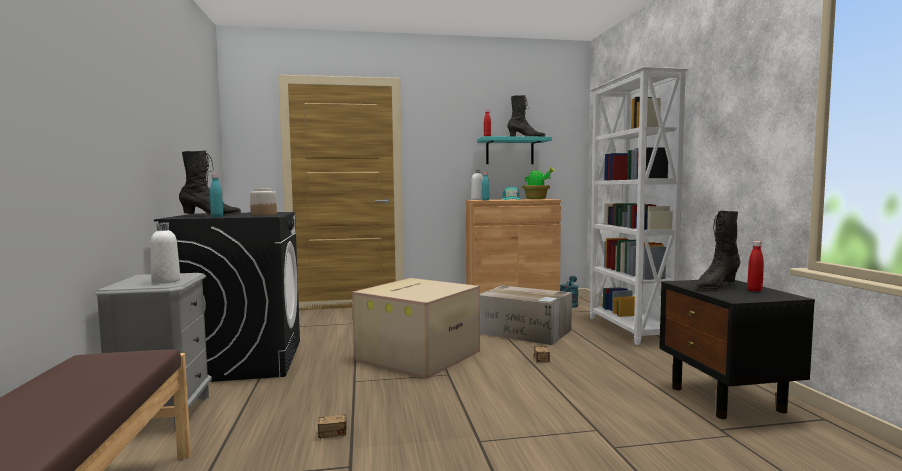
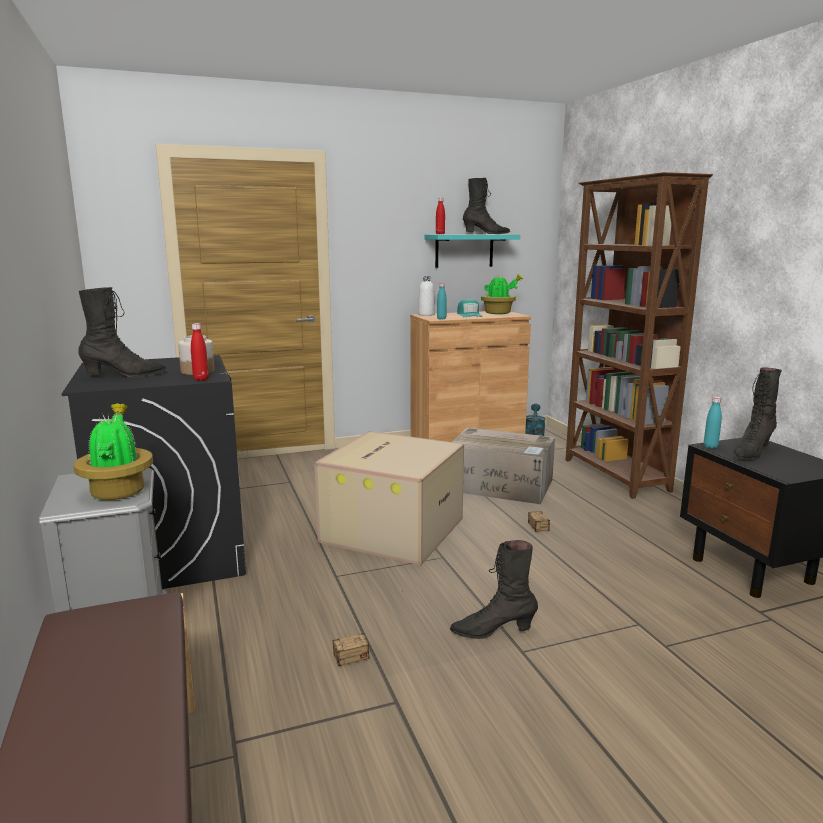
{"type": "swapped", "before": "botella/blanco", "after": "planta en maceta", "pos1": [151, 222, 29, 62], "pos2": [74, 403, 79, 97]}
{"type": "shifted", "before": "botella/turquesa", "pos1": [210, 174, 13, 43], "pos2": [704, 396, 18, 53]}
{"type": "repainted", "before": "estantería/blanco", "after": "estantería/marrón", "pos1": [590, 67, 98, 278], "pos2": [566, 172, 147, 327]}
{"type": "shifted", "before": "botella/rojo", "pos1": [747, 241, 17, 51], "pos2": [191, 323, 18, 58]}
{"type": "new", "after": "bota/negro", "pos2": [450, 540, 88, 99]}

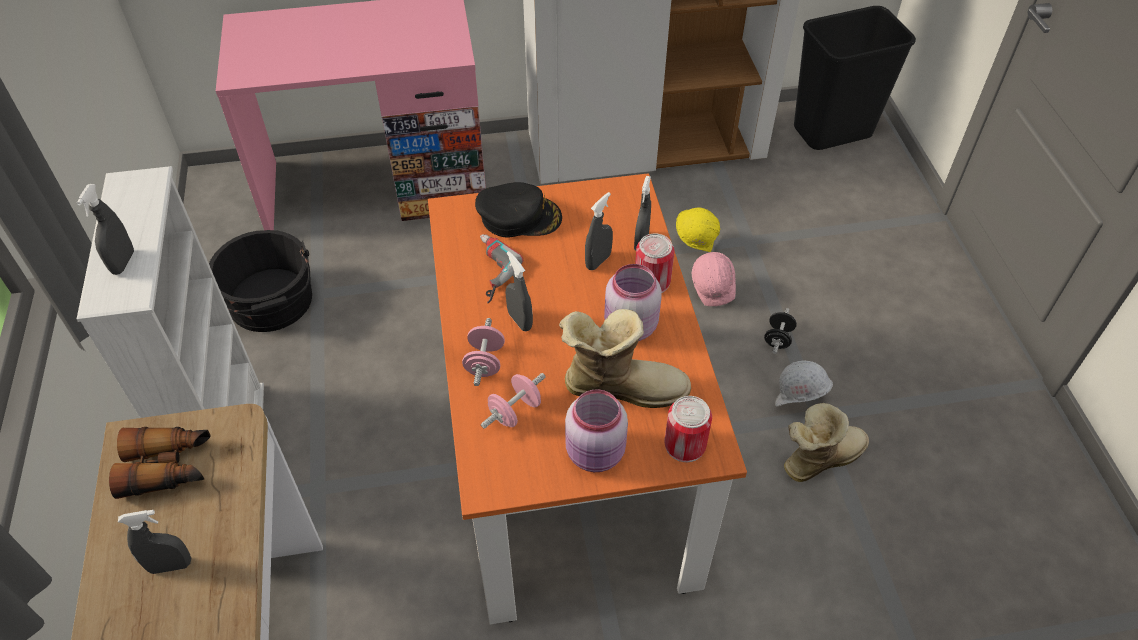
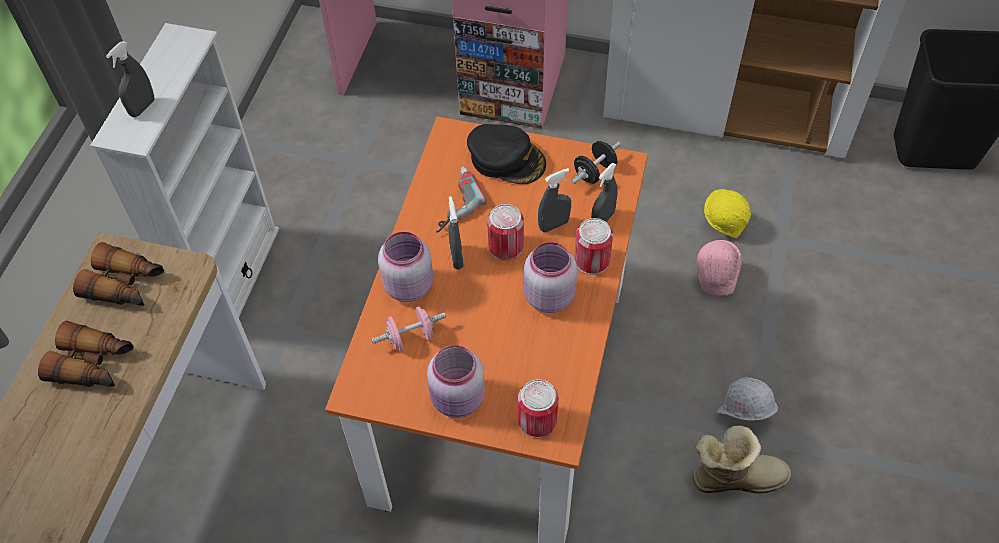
{"type": "swapped", "before": "pulverizador/gris", "after": "prismáticos", "pos1": [118, 510, 73, 64], "pos2": [38, 321, 96, 66]}
{"type": "gone", "before": "cubo/negro", "pos1": [209, 230, 103, 102]}
{"type": "swapped", "before": "mancuerna/rosa", "after": "tarro/rosa", "pos1": [462, 318, 43, 68], "pos2": [378, 232, 55, 70]}
{"type": "gone", "before": "bota", "pos1": [559, 309, 132, 99]}
{"type": "shifted", "before": "mancuerna/negro", "pos1": [764, 308, 33, 46], "pos2": [571, 141, 50, 43]}
{"type": "new", "after": "lata", "pos2": [487, 204, 37, 57]}

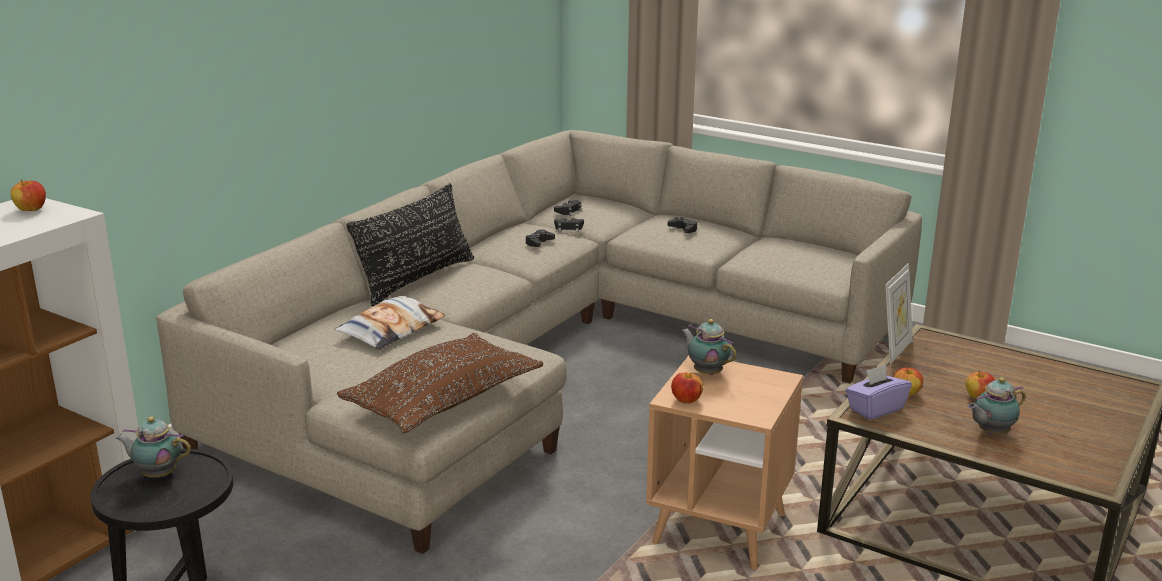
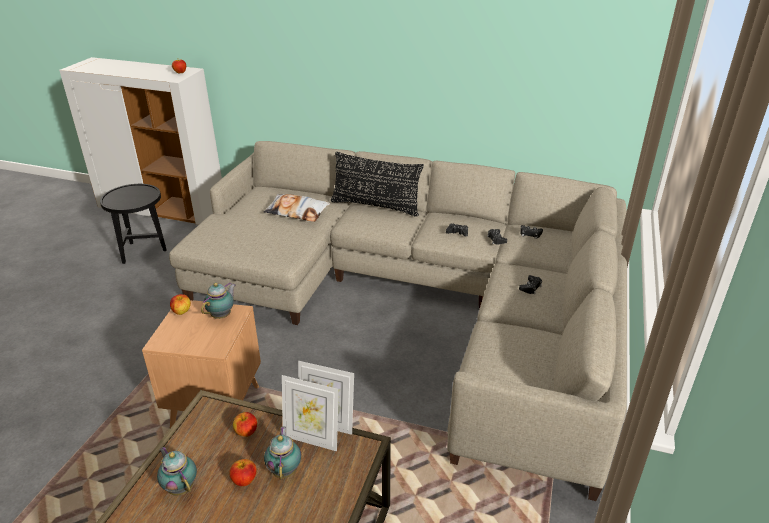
{"type": "shifted", "before": "tetera", "pos1": [116, 417, 75, 61], "pos2": [264, 427, 37, 53]}
{"type": "gone", "before": "cojín/marrón", "pos1": [337, 333, 206, 100]}
{"type": "gone", "before": "caja de pañuelos/morado", "pos1": [846, 365, 66, 55]}
{"type": "new", "after": "portarretratos", "pos2": [282, 375, 57, 76]}

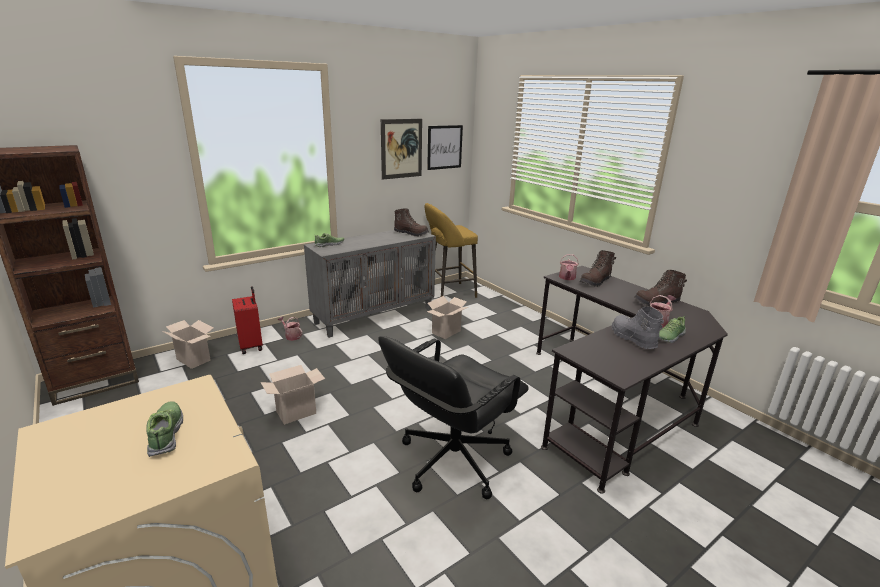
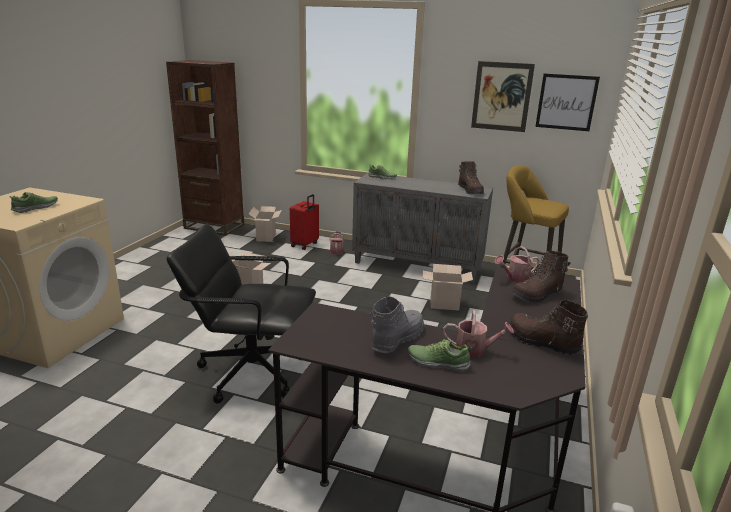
{"type": "rotated", "before": "bota/marrón", "pos1": [580, 250, 36, 37], "pos2": [511, 251, 59, 53], "turn": -45}

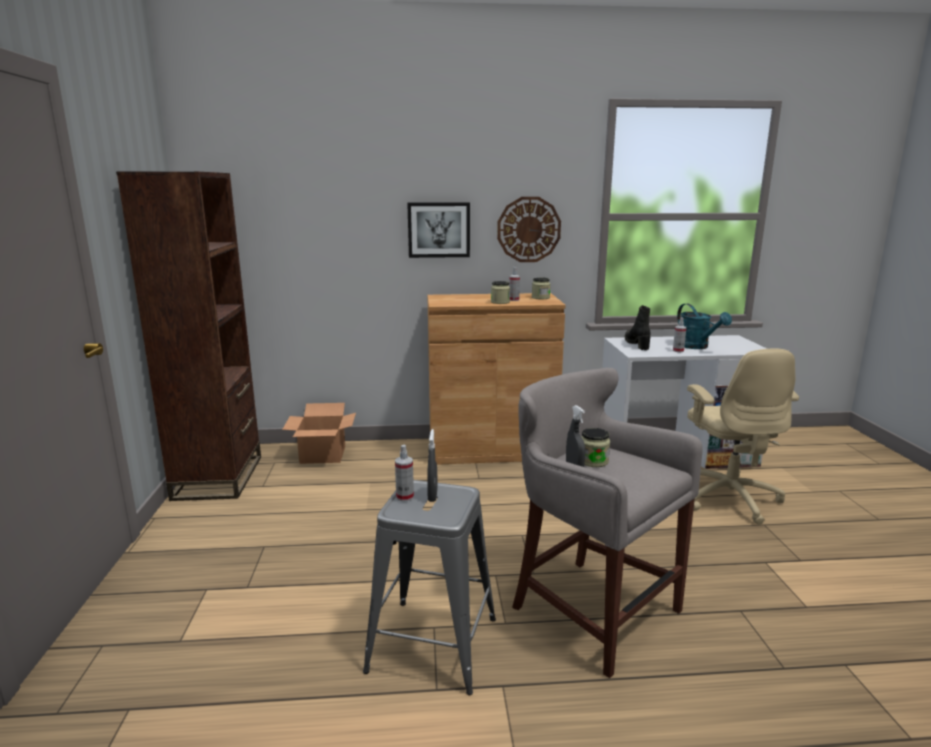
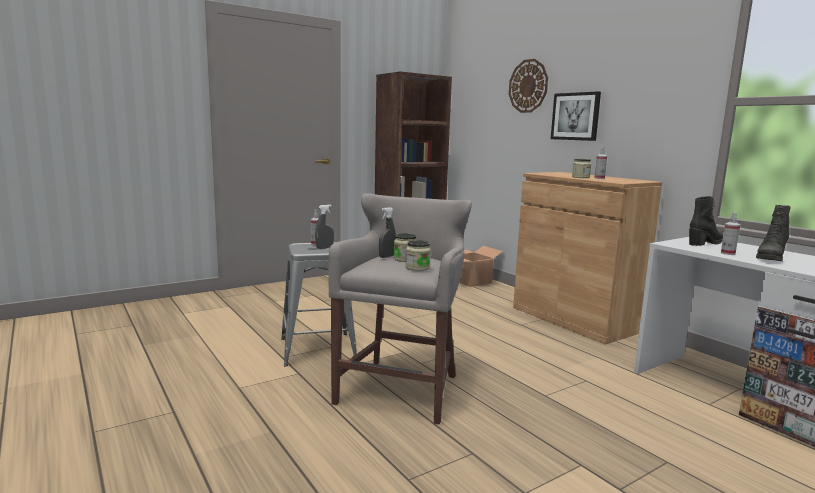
{"type": "shifted", "before": "reloj de pared", "pos1": [497, 197, 64, 65], "pos2": [509, 59, 39, 54]}
{"type": "shifted", "before": "tarro", "pos1": [532, 277, 18, 22], "pos2": [406, 240, 25, 31]}
{"type": "swapped", "before": "regadera/turquesa", "after": "bota/negro", "pos1": [677, 304, 55, 45], "pos2": [756, 205, 35, 56]}
{"type": "gone", "before": "silla de oficina/beis", "pos1": [687, 349, 112, 176]}

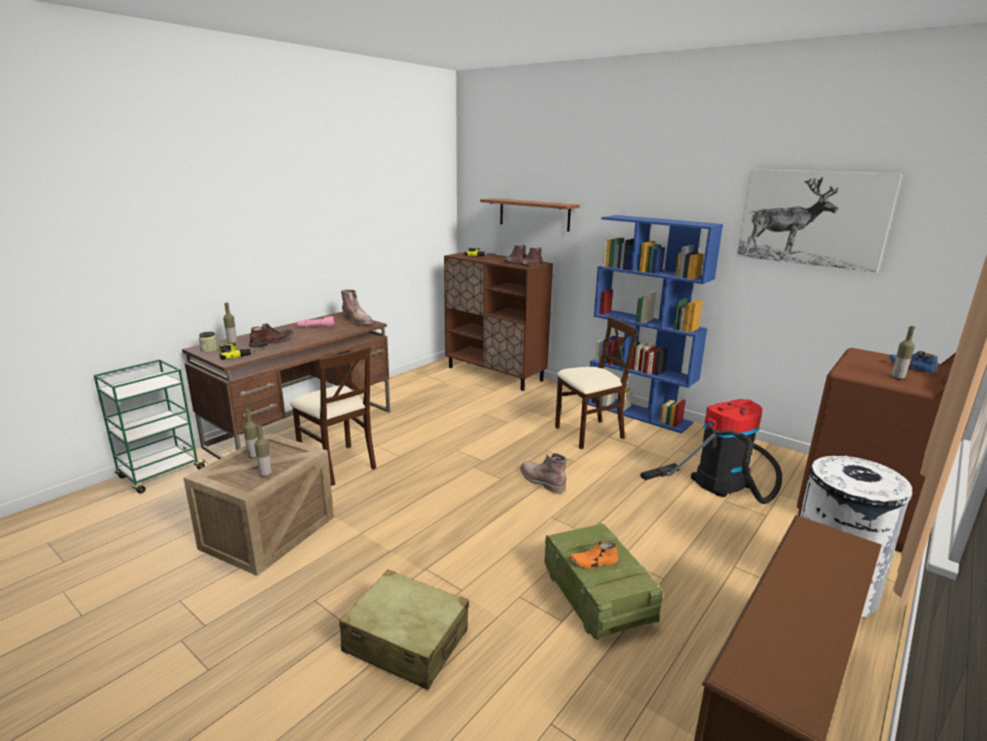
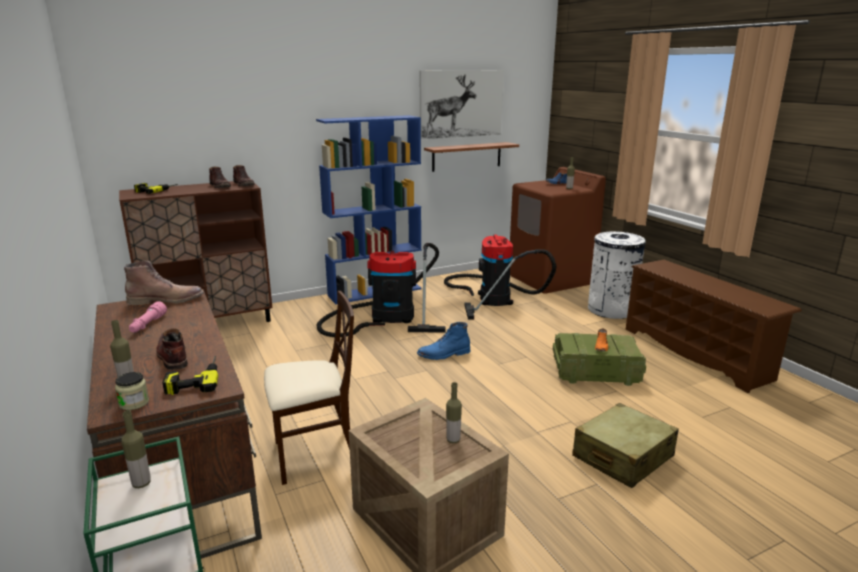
{"type": "shifted", "before": "botella", "pos1": [243, 408, 15, 51], "pos2": [121, 410, 30, 78]}
{"type": "shifted", "before": "estante", "pos1": [480, 198, 100, 34], "pos2": [424, 142, 95, 30]}
{"type": "repainted", "before": "bota/marrón", "after": "bota/azul", "pos1": [520, 453, 46, 40], "pos2": [417, 322, 53, 38]}
{"type": "swapped", "before": "silla/beis", "after": "aspiradora", "pos1": [555, 317, 83, 132], "pos2": [317, 243, 128, 94]}

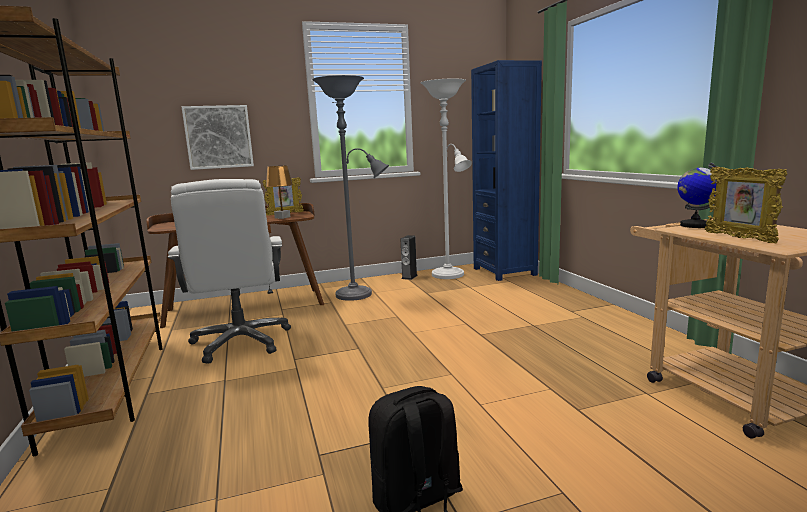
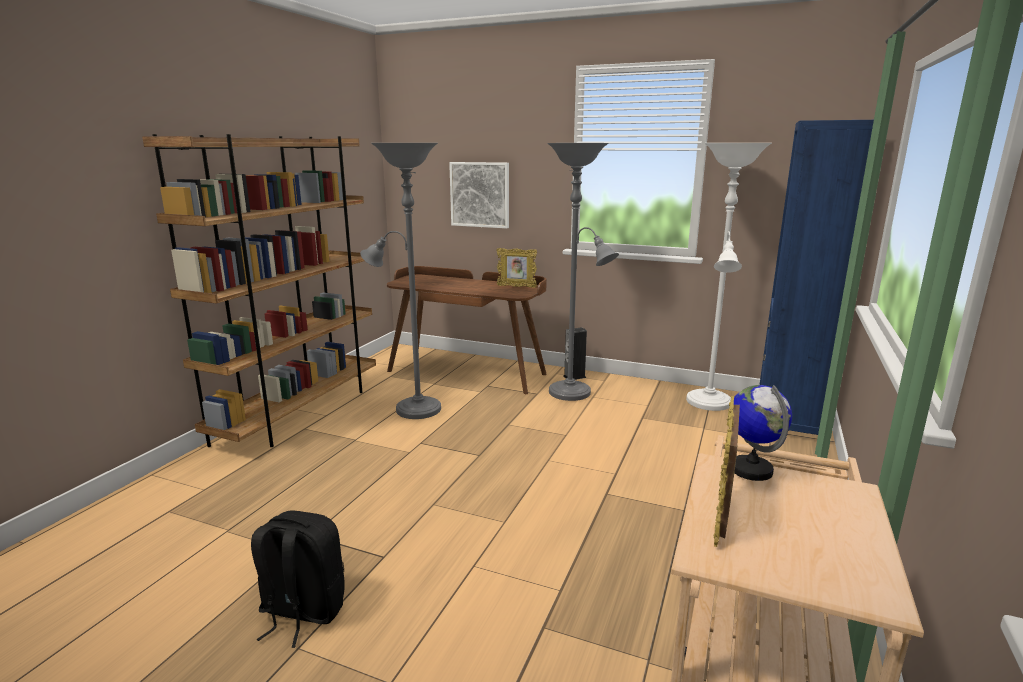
{"type": "swapped", "before": "silla de oficina/blanco", "after": "lámpara de pie/gris", "pos1": [168, 179, 123, 185], "pos2": [360, 143, 81, 276]}
{"type": "gone", "before": "lámpara de mesa/marrón", "pos1": [266, 166, 27, 53]}
{"type": "shifted", "before": "altavoz", "pos1": [400, 235, 18, 45], "pos2": [563, 327, 24, 53]}

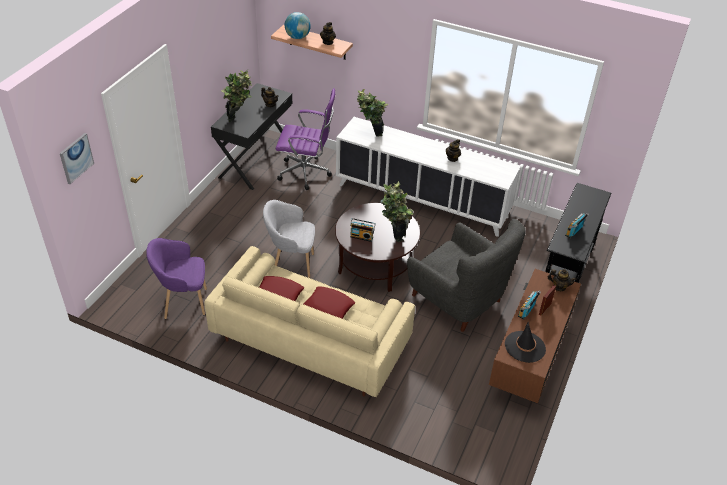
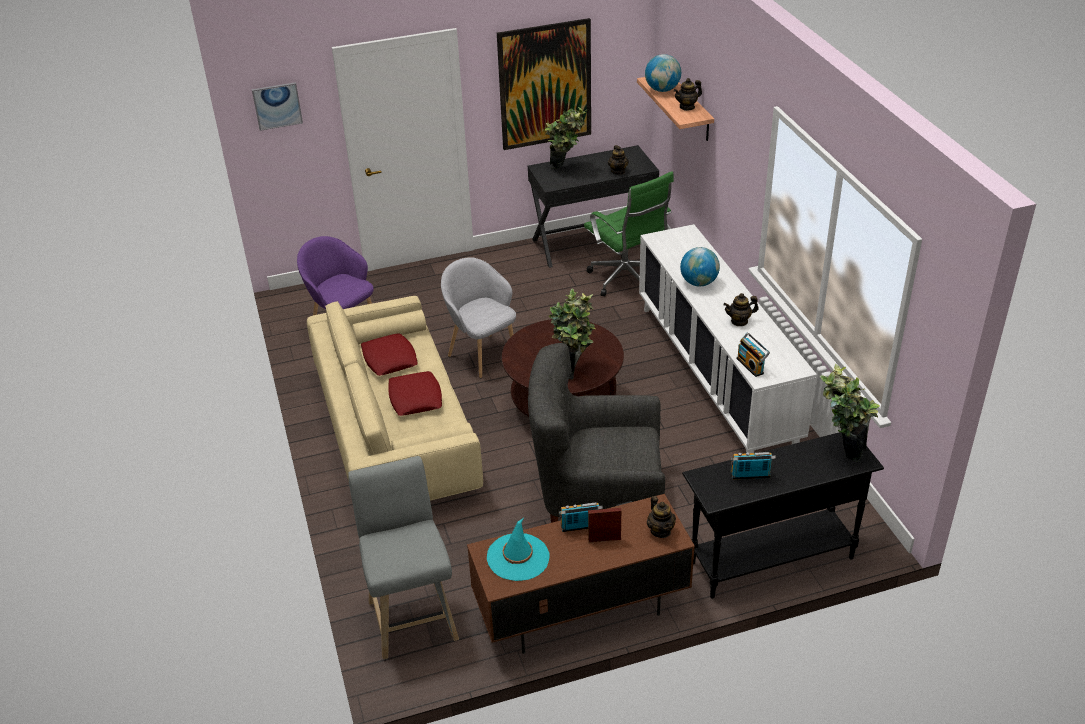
{"type": "repainted", "before": "silla de oficina/morado", "after": "silla de oficina/verde", "pos1": [276, 88, 60, 102], "pos2": [584, 171, 90, 125]}
{"type": "shifted", "before": "radio", "pos1": [350, 218, 26, 24], "pos2": [736, 332, 34, 45]}
{"type": "shifted", "before": "planta en maceta", "pos1": [357, 89, 31, 47], "pos2": [820, 363, 60, 99]}
{"type": "rotated", "before": "sillón/gris", "pos1": [407, 219, 119, 113], "pos2": [528, 343, 137, 180], "turn": 90}
{"type": "repainted", "before": "sombrero/negro", "after": "sombrero/turquesa", "pos1": [505, 322, 41, 41], "pos2": [487, 518, 62, 63]}
{"type": "new", "after": "taburete/gris", "pos2": [348, 456, 111, 204]}
{"type": "new", "after": "cuadro", "pos2": [497, 18, 94, 132]}
{"type": "new", "after": "globo terráqueo", "pos2": [680, 247, 40, 39]}

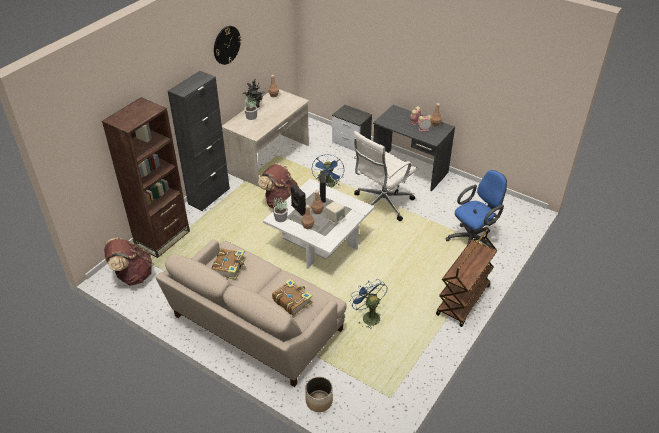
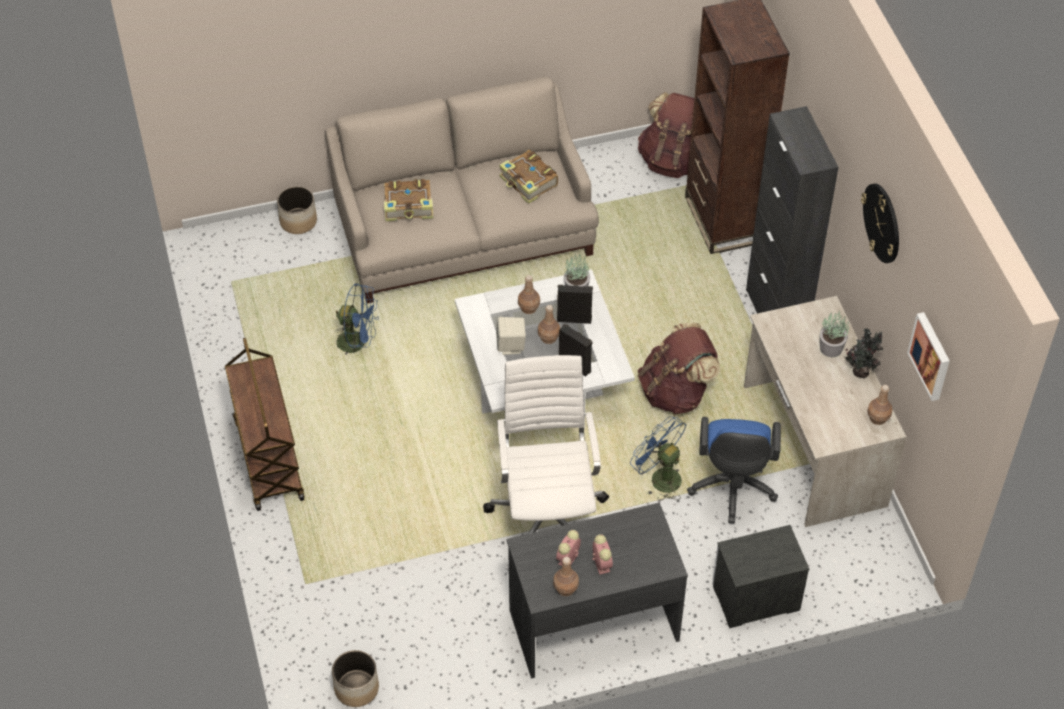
{"type": "shifted", "before": "silla de oficina/azul", "pos1": [446, 170, 61, 79], "pos2": [687, 417, 94, 107]}
{"type": "new", "after": "maceta", "pos2": [332, 650, 47, 57]}
{"type": "new", "after": "cuadro", "pos2": [907, 312, 43, 89]}

